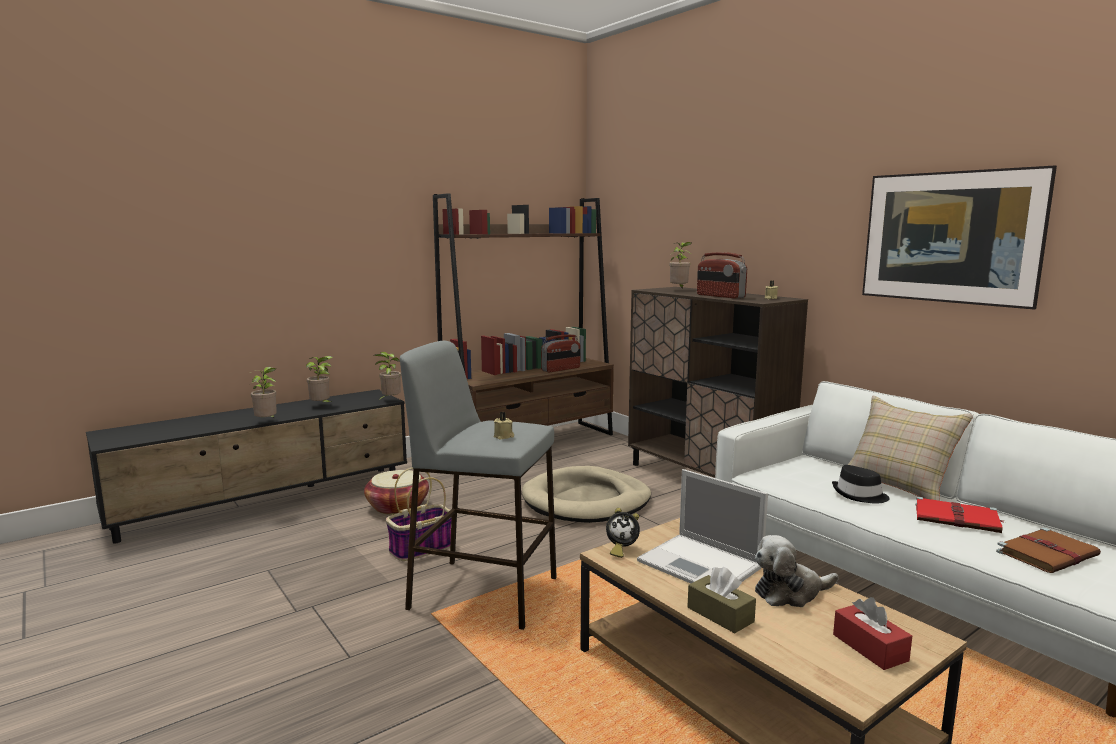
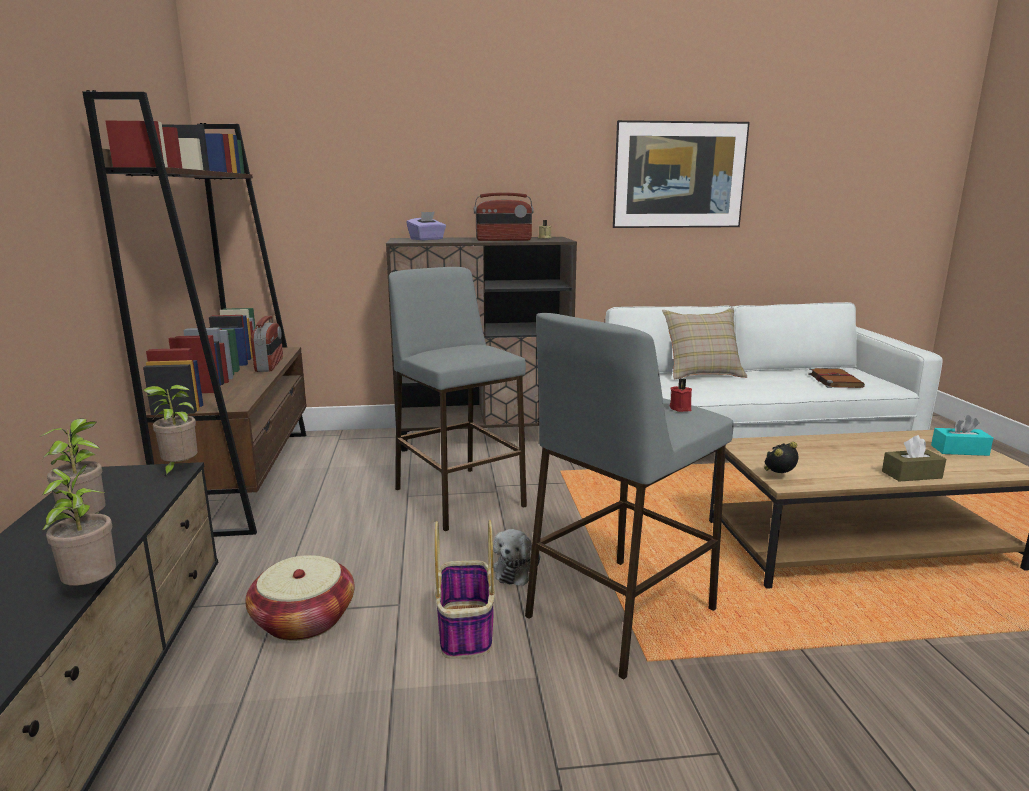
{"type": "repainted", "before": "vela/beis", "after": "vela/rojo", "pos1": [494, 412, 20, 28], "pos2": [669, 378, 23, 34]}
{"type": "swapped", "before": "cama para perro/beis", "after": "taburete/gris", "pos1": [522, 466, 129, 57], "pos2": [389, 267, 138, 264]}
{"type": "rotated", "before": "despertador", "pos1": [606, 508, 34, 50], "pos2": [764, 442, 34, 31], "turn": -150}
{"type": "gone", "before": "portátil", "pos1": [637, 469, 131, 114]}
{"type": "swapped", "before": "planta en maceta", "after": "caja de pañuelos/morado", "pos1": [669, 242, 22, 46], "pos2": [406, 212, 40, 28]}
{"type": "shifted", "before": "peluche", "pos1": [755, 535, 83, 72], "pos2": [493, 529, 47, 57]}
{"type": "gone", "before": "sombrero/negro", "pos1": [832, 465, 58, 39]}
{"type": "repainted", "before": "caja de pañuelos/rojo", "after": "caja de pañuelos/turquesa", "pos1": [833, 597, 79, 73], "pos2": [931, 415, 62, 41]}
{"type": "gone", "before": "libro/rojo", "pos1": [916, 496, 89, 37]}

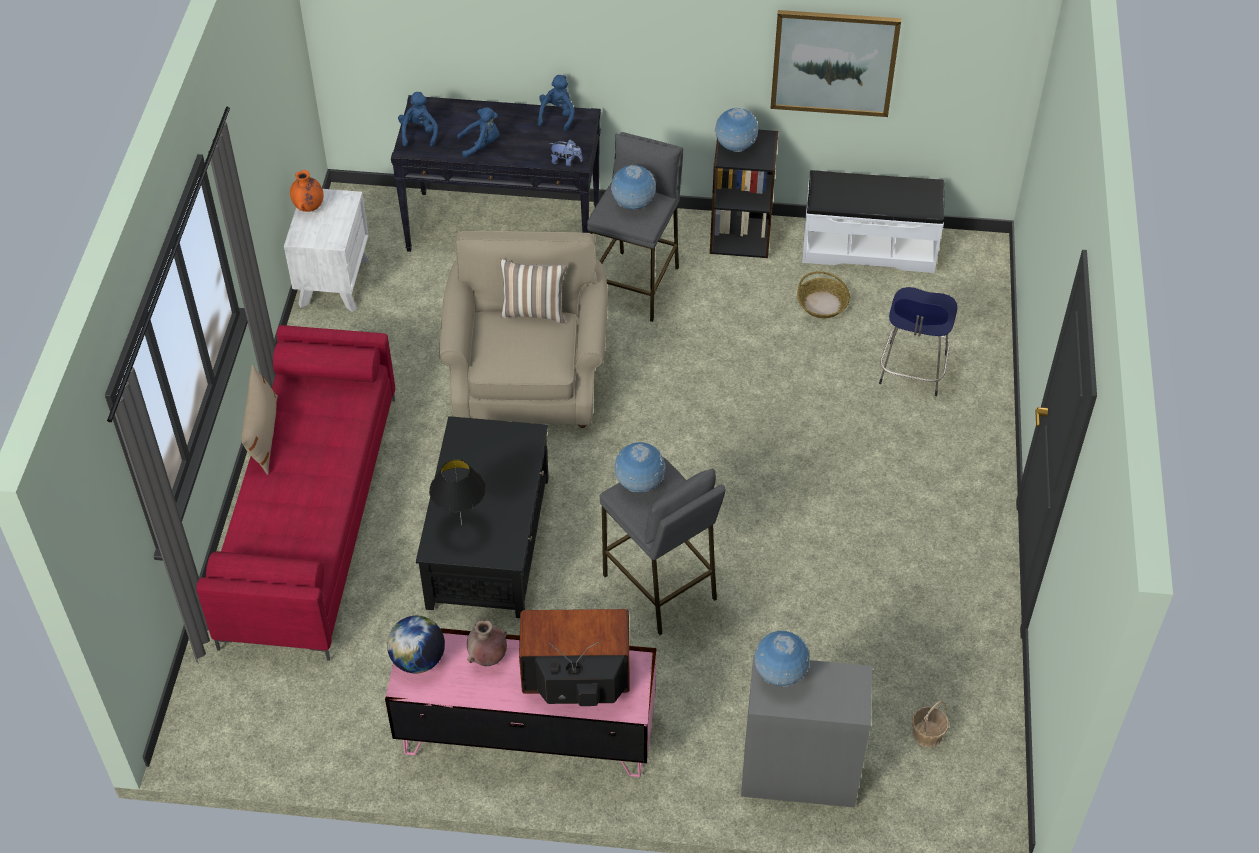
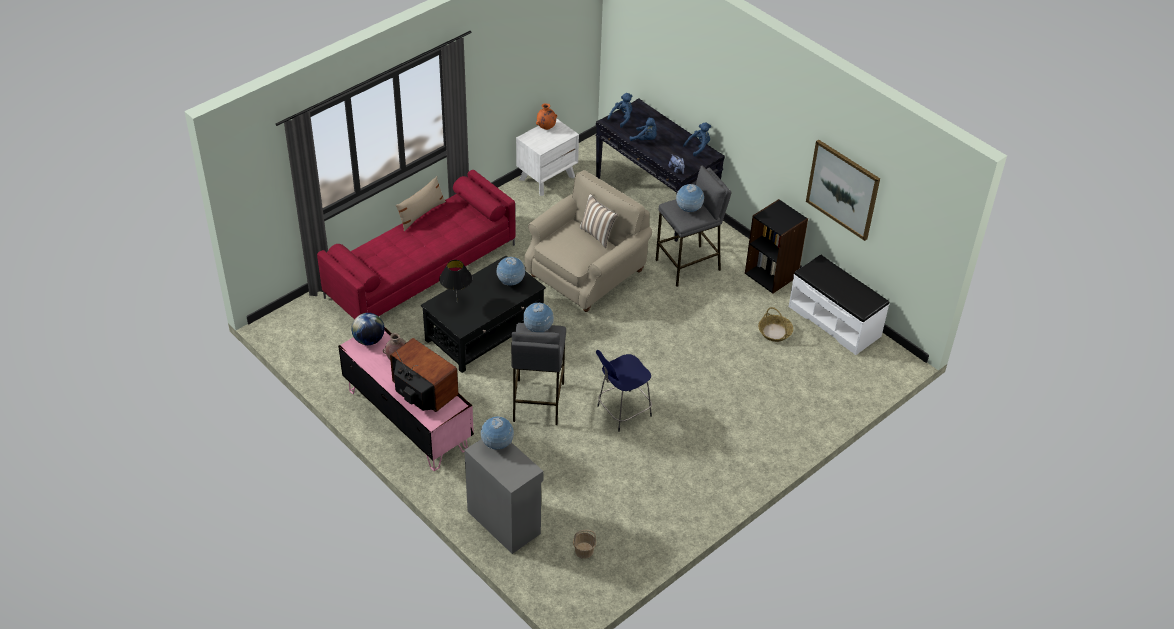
{"type": "shifted", "before": "globo terráqueo", "pos1": [714, 108, 44, 44], "pos2": [497, 257, 28, 28]}
{"type": "shifted", "before": "taburete/azul", "pos1": [879, 287, 78, 109], "pos2": [596, 350, 56, 82]}

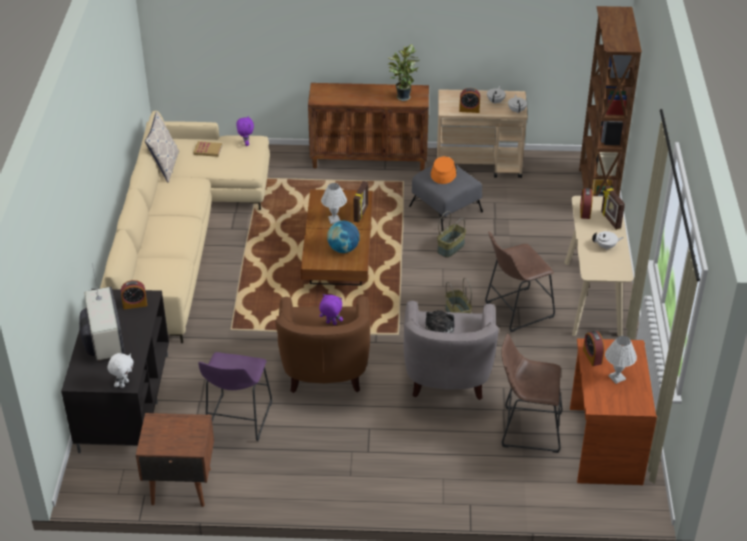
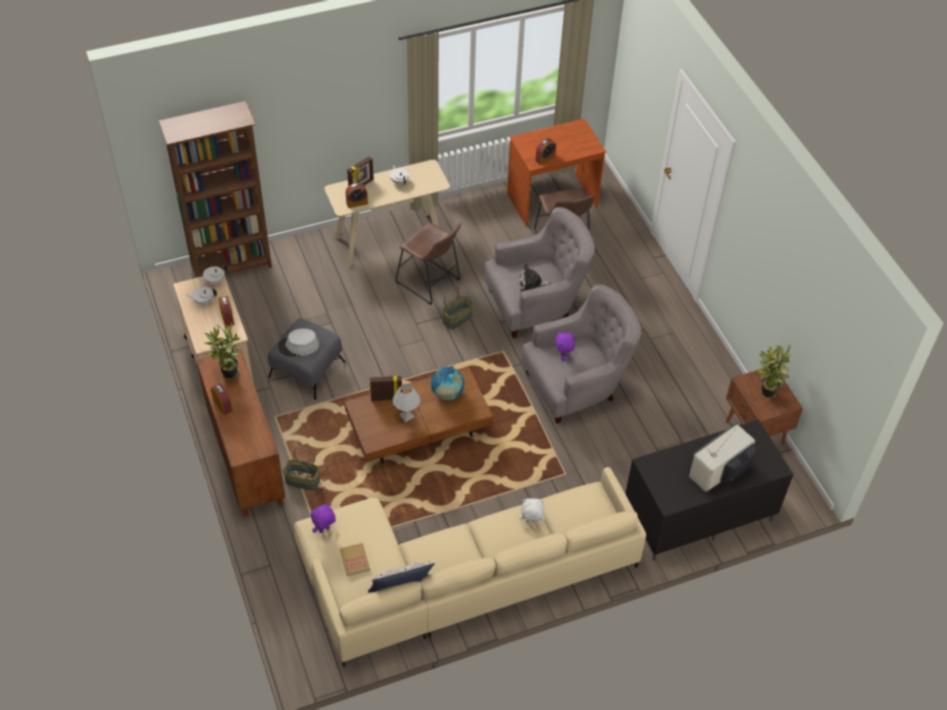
{"type": "shifted", "before": "peluche/blanco", "pos1": [107, 353, 27, 35], "pos2": [519, 498, 26, 26]}
{"type": "shifted", "before": "despertador", "pos1": [121, 280, 26, 29], "pos2": [211, 383, 22, 32]}
{"type": "gone", "before": "taburete/morado", "pos1": [198, 352, 74, 89]}
{"type": "repainted", "before": "sillón/marrón", "after": "sillón/gris", "pos1": [275, 296, 95, 97], "pos2": [521, 285, 120, 139]}
{"type": "repainted", "before": "sombrero/naranja", "after": "sombrero/gris", "pos1": [431, 156, 26, 28], "pos2": [278, 328, 41, 29]}
{"type": "shifted", "before": "cesta", "pos1": [437, 211, 29, 47], "pos2": [283, 447, 37, 43]}
{"type": "gone", "before": "lámpara de mesa/blanco", "pos1": [605, 336, 32, 48]}
{"type": "new", "after": "planta en maceta", "pos2": [757, 345, 34, 54]}

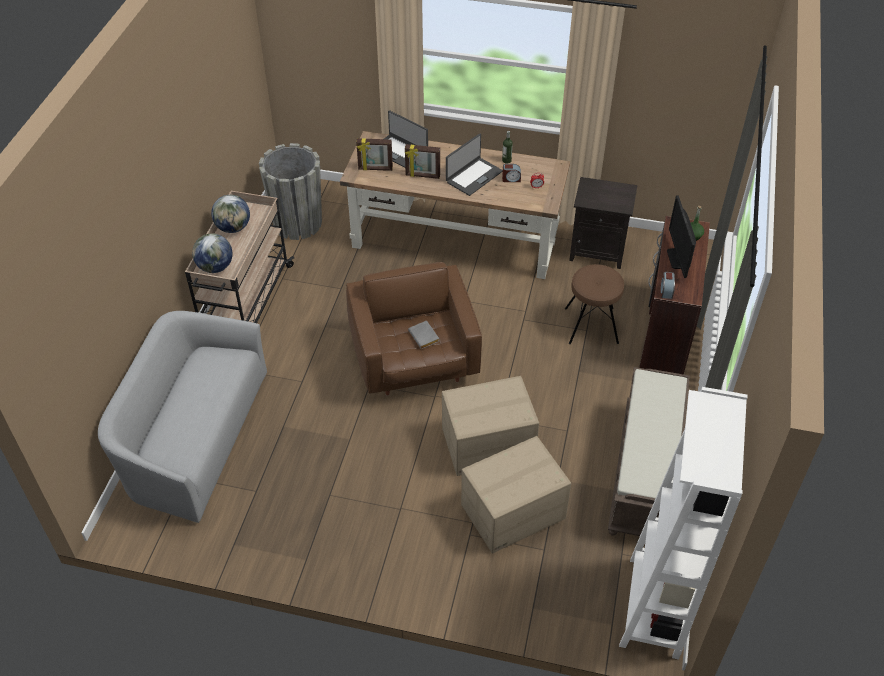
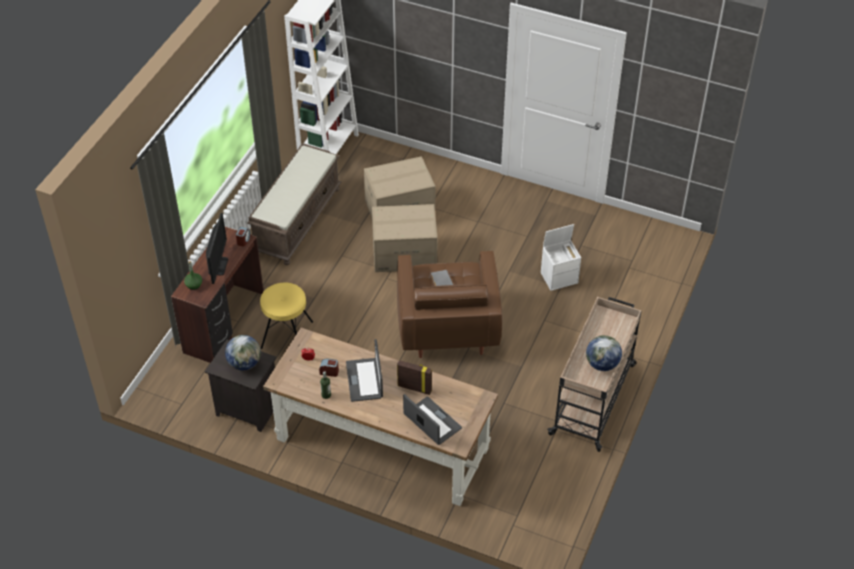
{"type": "gone", "before": "sofá/gris", "pos1": [98, 311, 169, 212]}
{"type": "shifted", "before": "globo terráqueo", "pos1": [192, 233, 41, 40], "pos2": [225, 335, 36, 35]}
{"type": "gone", "before": "maceta/gris", "pos1": [259, 143, 63, 97]}
{"type": "gone", "before": "portarretratos", "pos1": [356, 138, 37, 33]}
{"type": "rotated", "before": "portátil", "pos1": [446, 133, 57, 63], "pos2": [346, 339, 37, 63], "turn": -60}
{"type": "repainted", "before": "taburete/marrón", "after": "taburete/amarillo", "pos1": [565, 264, 59, 80], "pos2": [260, 282, 53, 67]}
{"type": "new", "after": "caja de almacenaje/blanco", "pos2": [541, 224, 40, 67]}

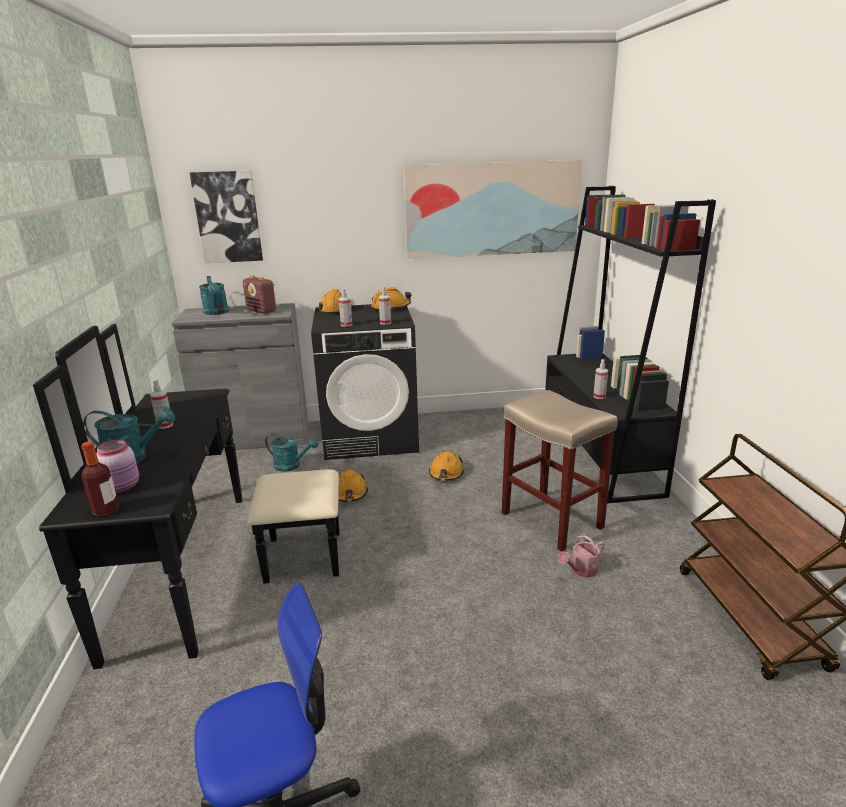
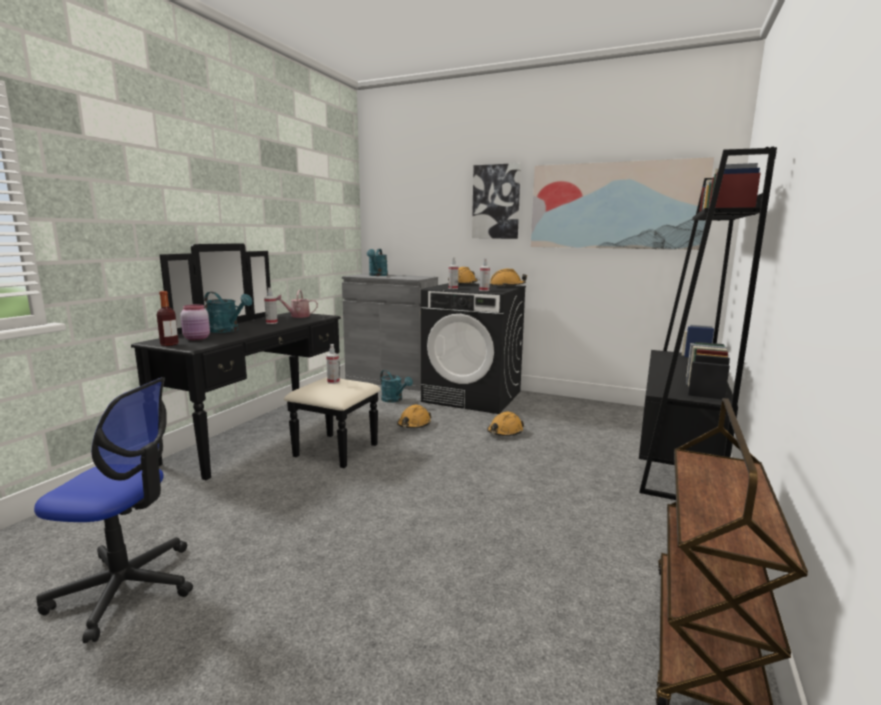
{"type": "shifted", "before": "cuadro", "pos1": [190, 170, 73, 93], "pos2": [472, 163, 49, 76]}
{"type": "gone", "before": "radio", "pos1": [243, 275, 33, 39]}
{"type": "gone", "before": "taburete/beis", "pos1": [502, 390, 115, 162]}
{"type": "shifted", "before": "regadera", "pos1": [558, 535, 47, 43], "pos2": [276, 290, 42, 28]}
{"type": "shifted", "before": "pulverizador", "pos1": [593, 359, 15, 40], "pos2": [326, 344, 14, 40]}

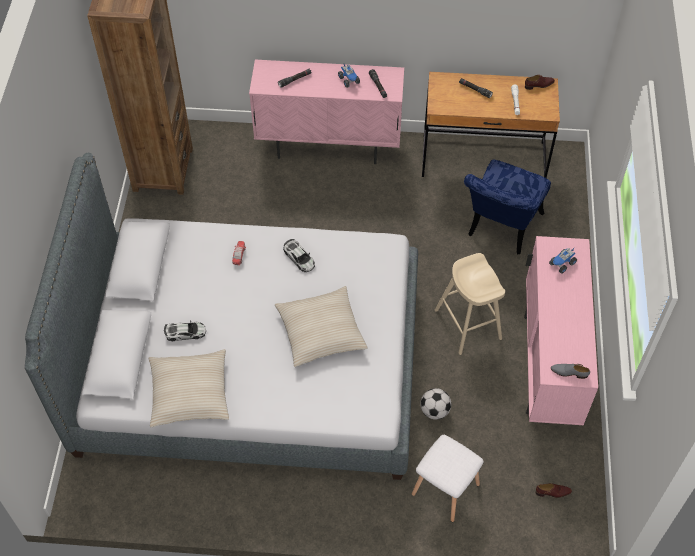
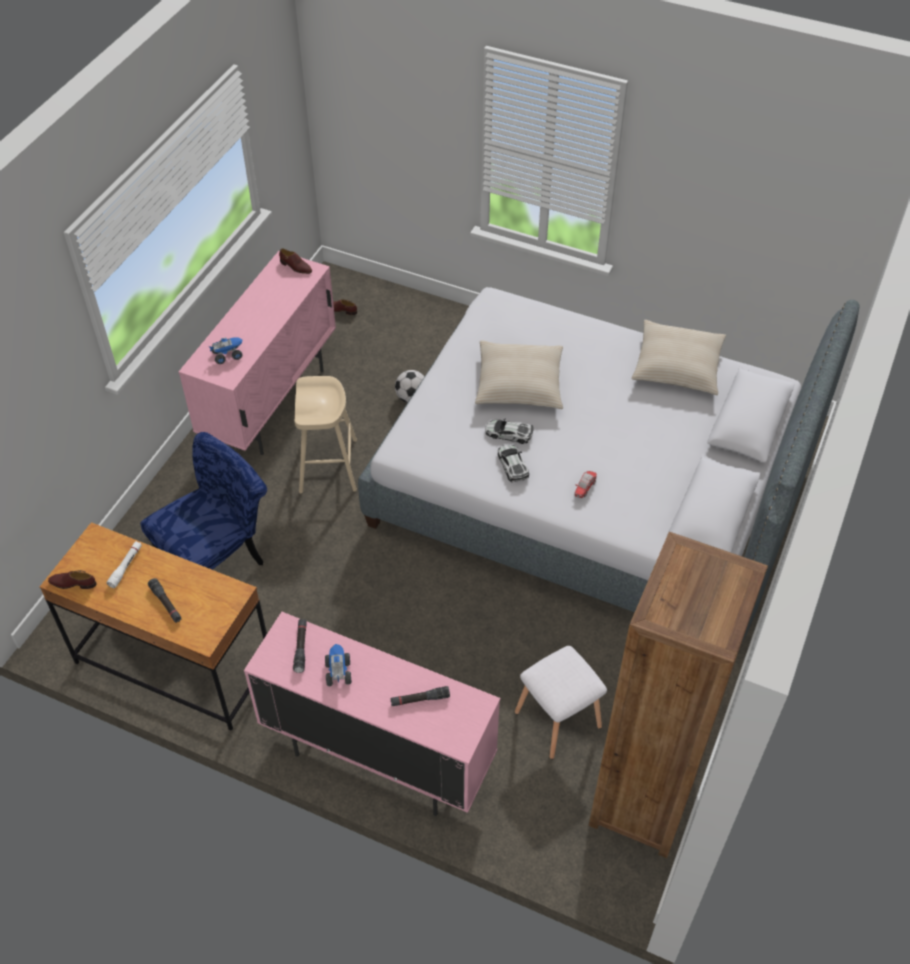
{"type": "shifted", "before": "coche de juguete", "pos1": [164, 320, 42, 21], "pos2": [485, 418, 49, 26]}
{"type": "shifted", "before": "taburete/blanco", "pos1": [412, 435, 72, 87], "pos2": [515, 646, 92, 113]}
{"type": "repainted", "before": "zapato/gris", "after": "zapato/marrón", "pos1": [551, 364, 39, 15], "pos2": [279, 248, 33, 26]}

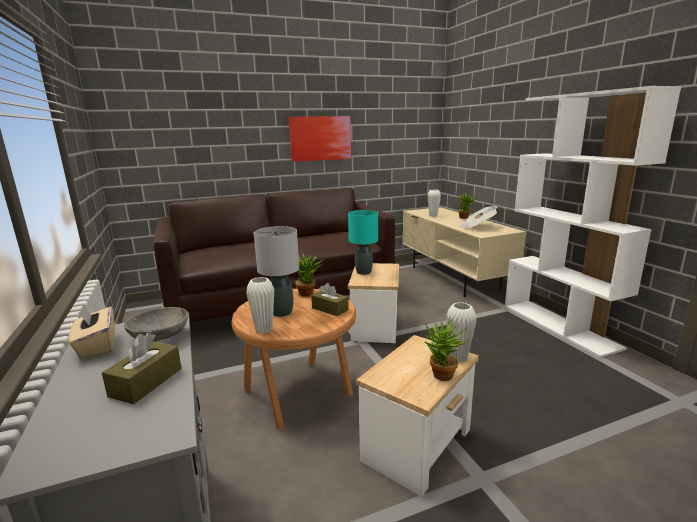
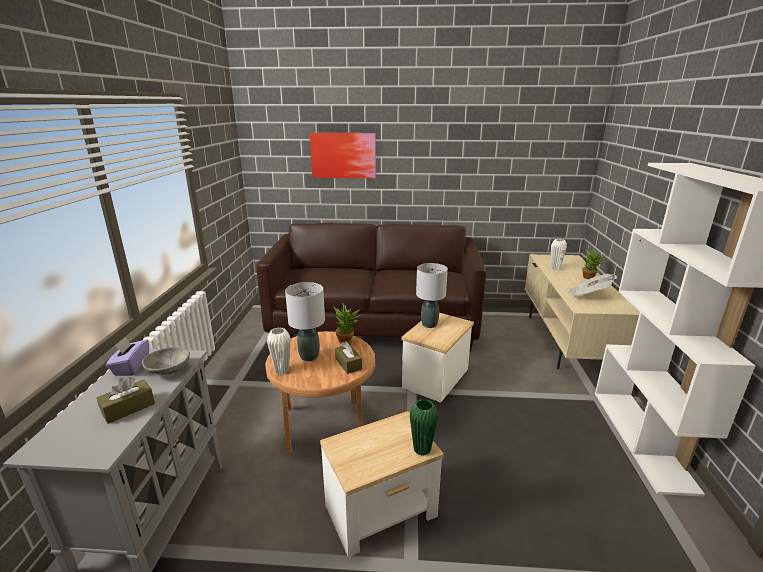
{"type": "repainted", "before": "caja de pañuelos/beis", "after": "caja de pañuelos/morado", "pos1": [68, 304, 47, 55], "pos2": [106, 337, 43, 39]}
{"type": "shifted", "before": "cuadro", "pos1": [289, 116, 62, 46], "pos2": [310, 133, 66, 45]}
{"type": "repainted", "before": "lámpara de mesa/turquesa", "after": "lámpara de mesa/gris", "pos1": [348, 210, 30, 65], "pos2": [416, 263, 32, 65]}
{"type": "gone", "before": "planta en maceta", "pos1": [424, 318, 44, 63]}
{"type": "repainted", "before": "florero/blanco", "after": "florero/verde", "pos1": [446, 302, 30, 60], "pos2": [410, 399, 28, 57]}

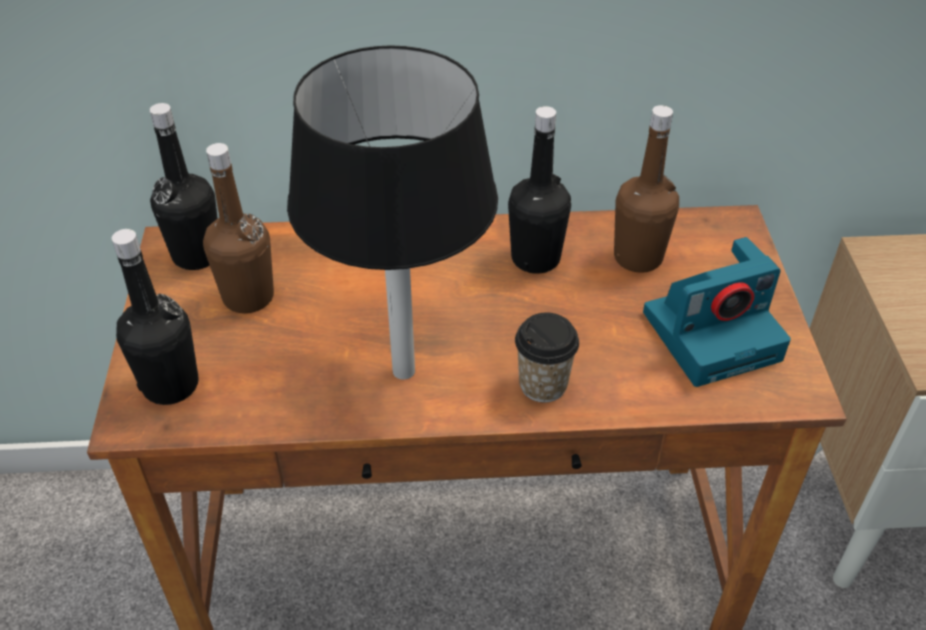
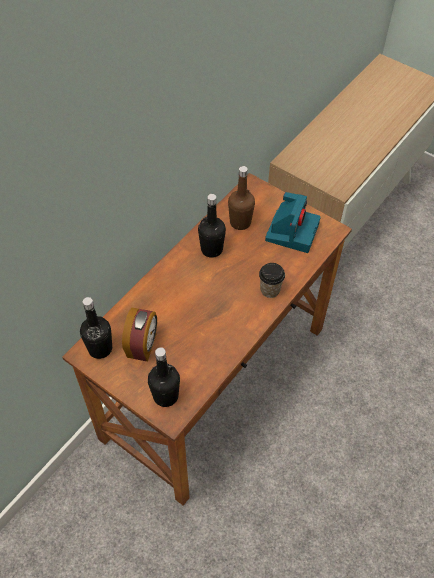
{"type": "swapped", "before": "botella/marrón", "after": "despertador", "pos1": [203, 143, 71, 170], "pos2": [122, 308, 35, 54]}
{"type": "gone", "before": "lámpara de mesa/negro", "pos1": [287, 45, 211, 335]}

